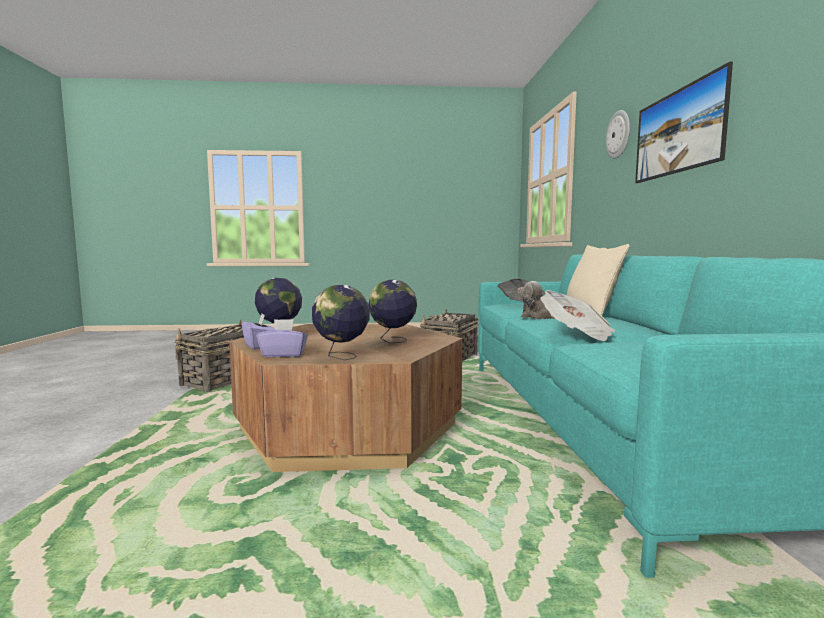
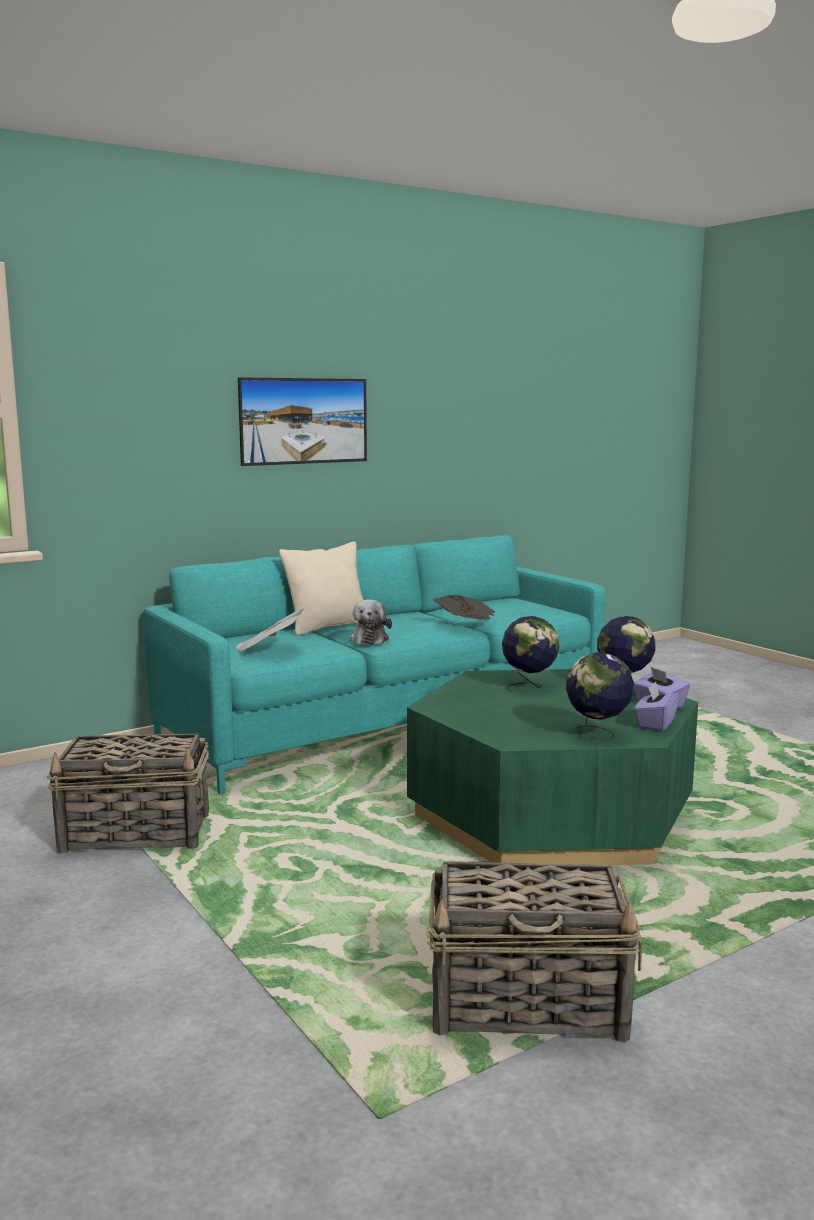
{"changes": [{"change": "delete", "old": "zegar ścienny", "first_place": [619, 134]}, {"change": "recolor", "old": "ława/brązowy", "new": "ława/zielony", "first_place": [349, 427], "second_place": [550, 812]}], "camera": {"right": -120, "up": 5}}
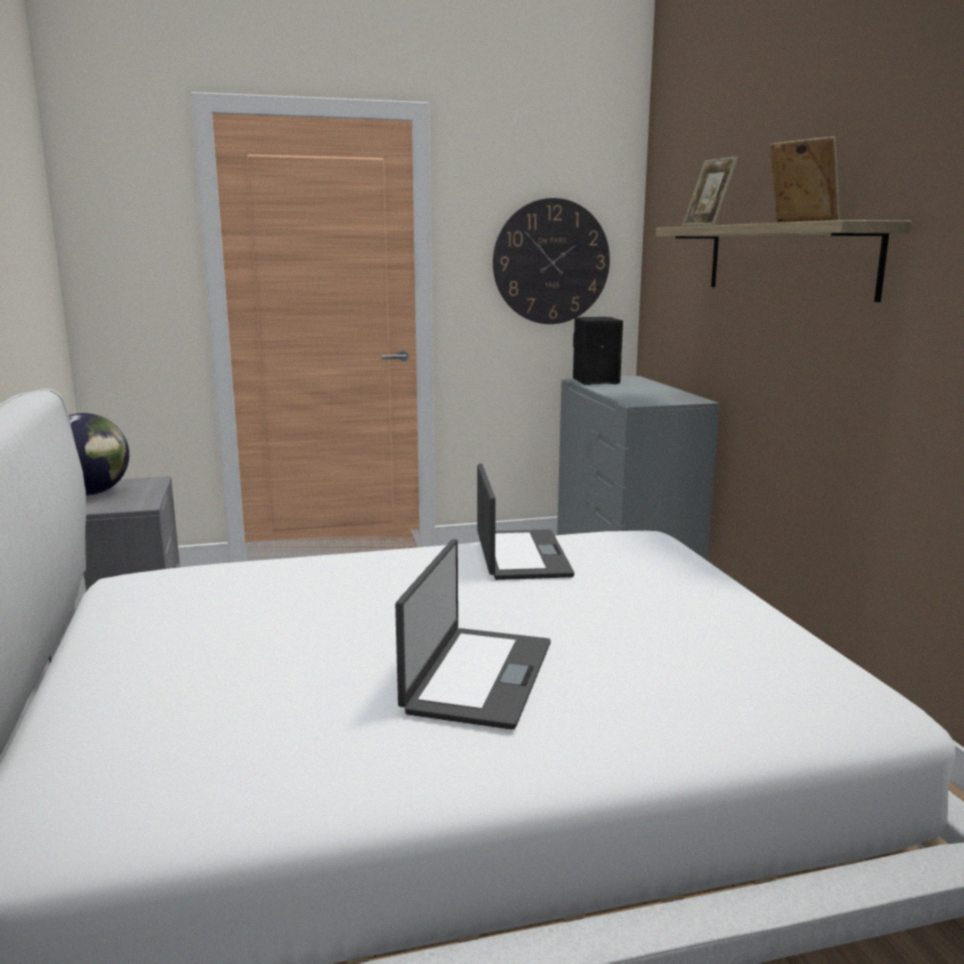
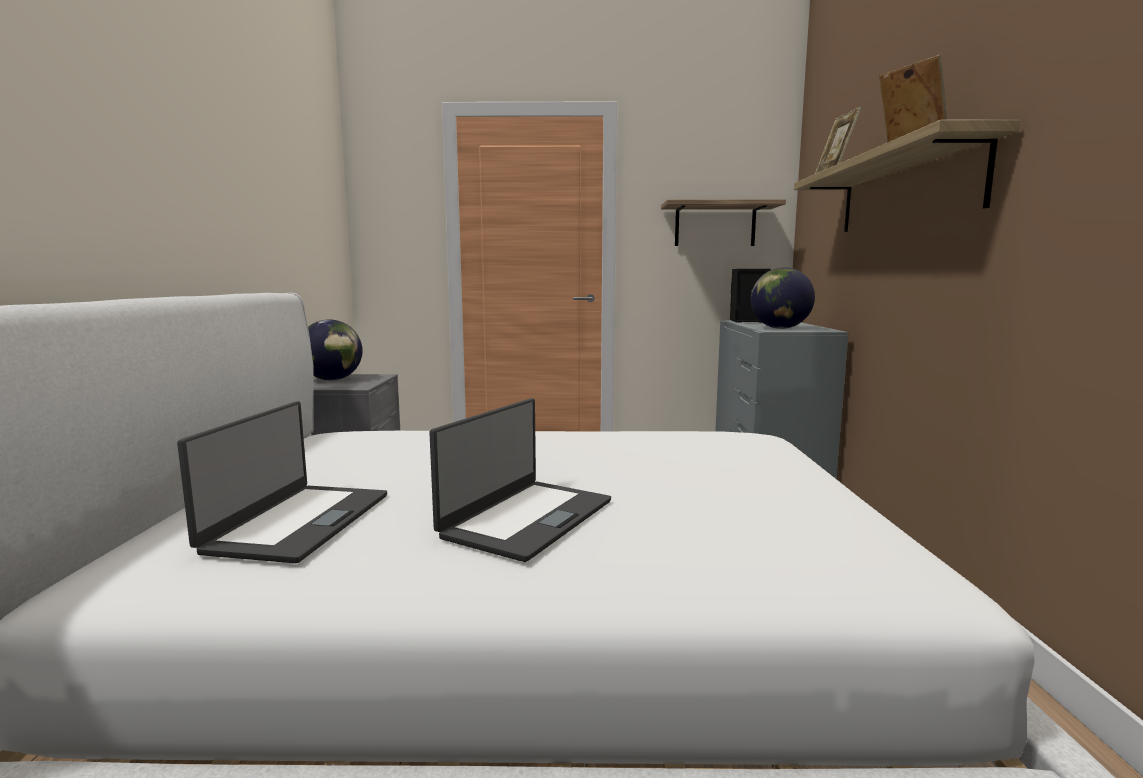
{"changes": [{"change": "insert", "new": "globus", "second_place": [779, 328]}, {"change": "move", "old": "laptop", "first_place": [520, 555], "second_place": [298, 522]}, {"change": "replace", "old": "zegar ścienny", "new": "półka", "first_place": [551, 262], "second_place": [715, 225]}], "camera": {"right": 15, "up": -5}}
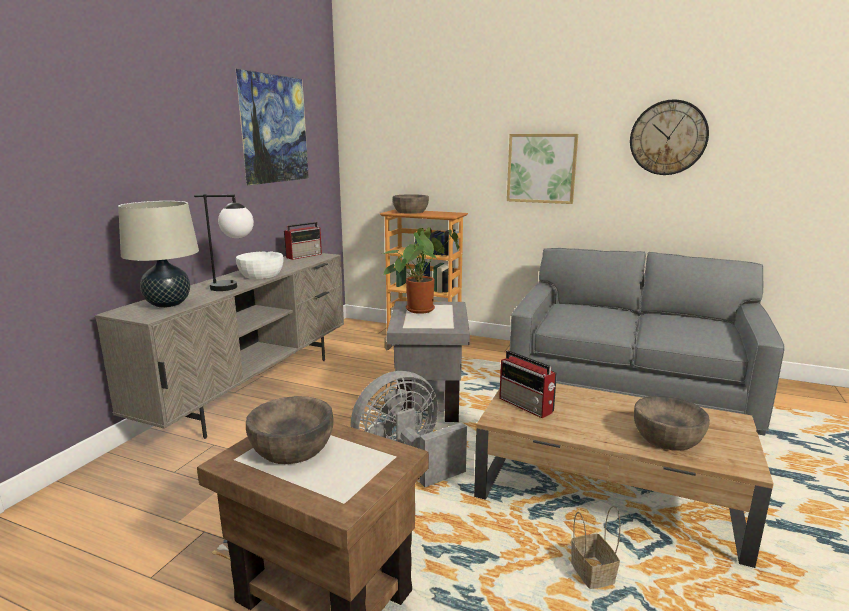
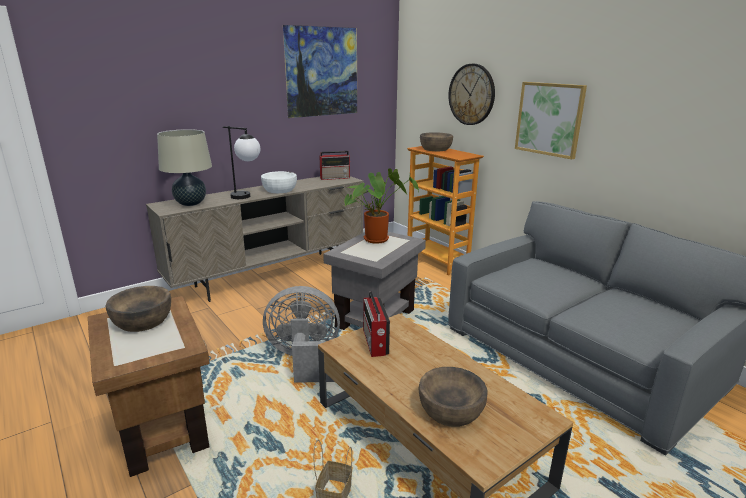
{"changes": [{"change": "move", "old": "zegar ścienny", "first_place": [668, 138], "second_place": [471, 94]}], "camera": {"right": 30, "up": 5}}
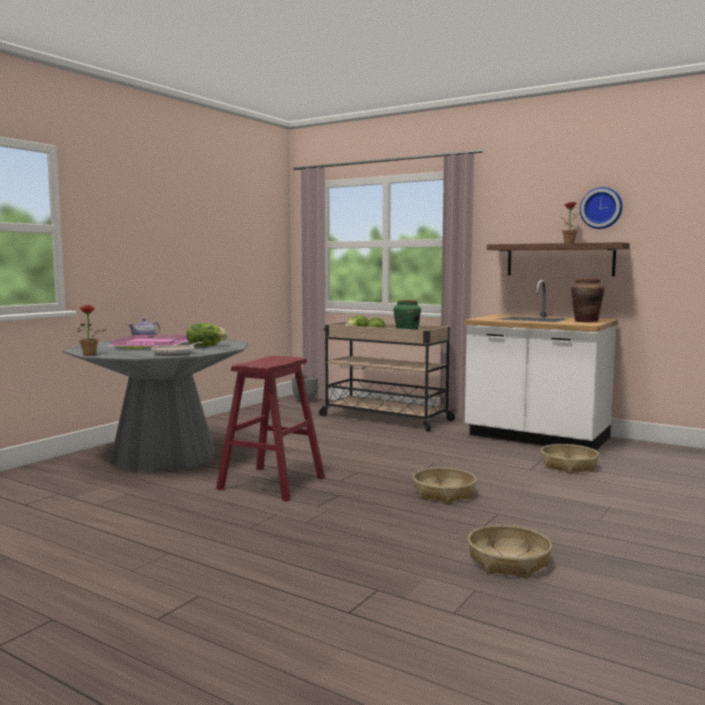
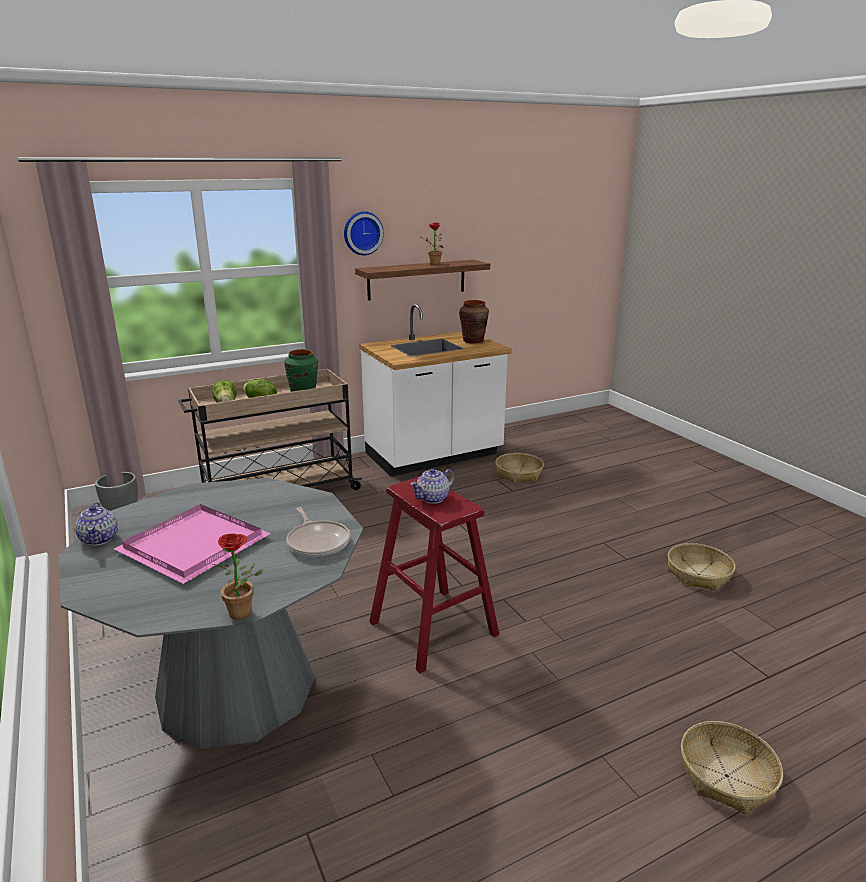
{"changes": [{"change": "delete", "old": "sałata", "first_place": [205, 346]}, {"change": "insert", "new": "imbryk", "second_place": [433, 498]}, {"change": "move", "old": "koszyk", "first_place": [443, 493], "second_place": [727, 776]}, {"change": "move", "old": "zegar ścienny", "first_place": [601, 208], "second_place": [362, 233]}], "camera": {"right": -60, "up": 15}}
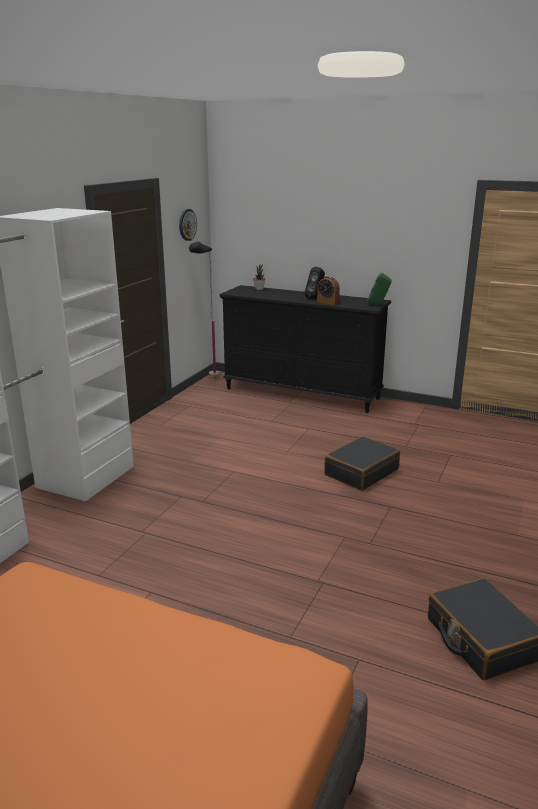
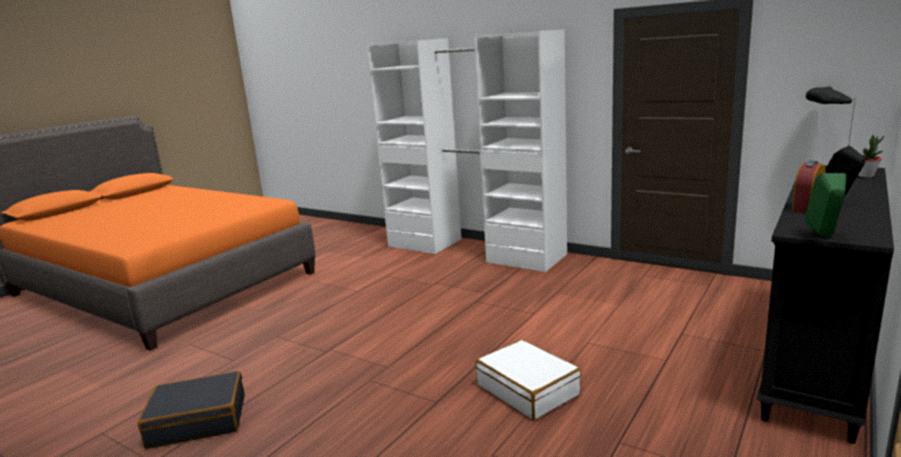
{"changes": [{"change": "delete", "old": "zegar ścienny", "first_place": [187, 224]}, {"change": "recolor", "old": "walizka/czarny", "new": "walizka/biały", "first_place": [361, 472], "second_place": [528, 390]}], "camera": {"right": 100, "up": -5}}
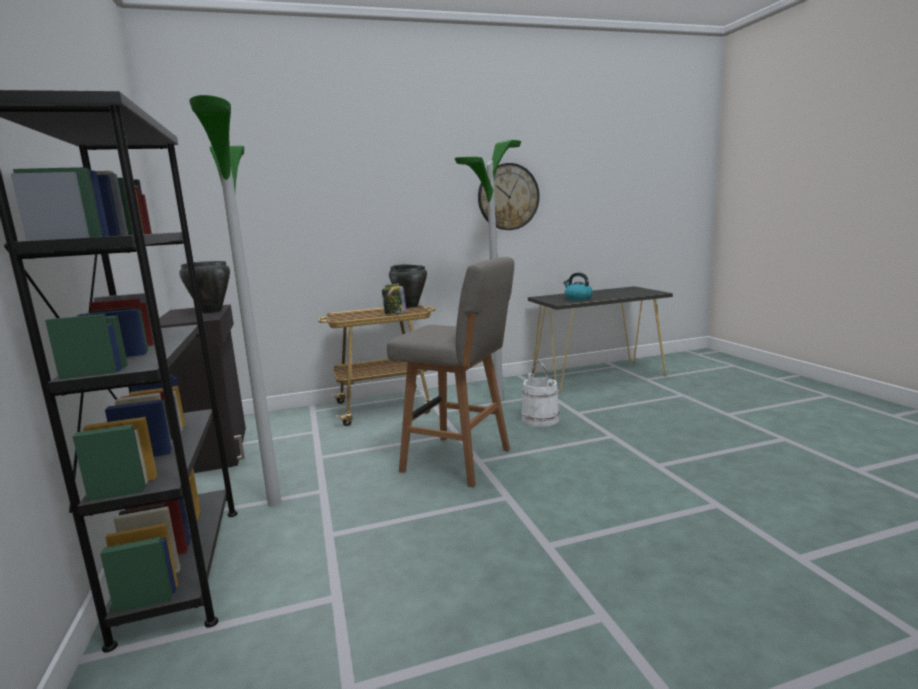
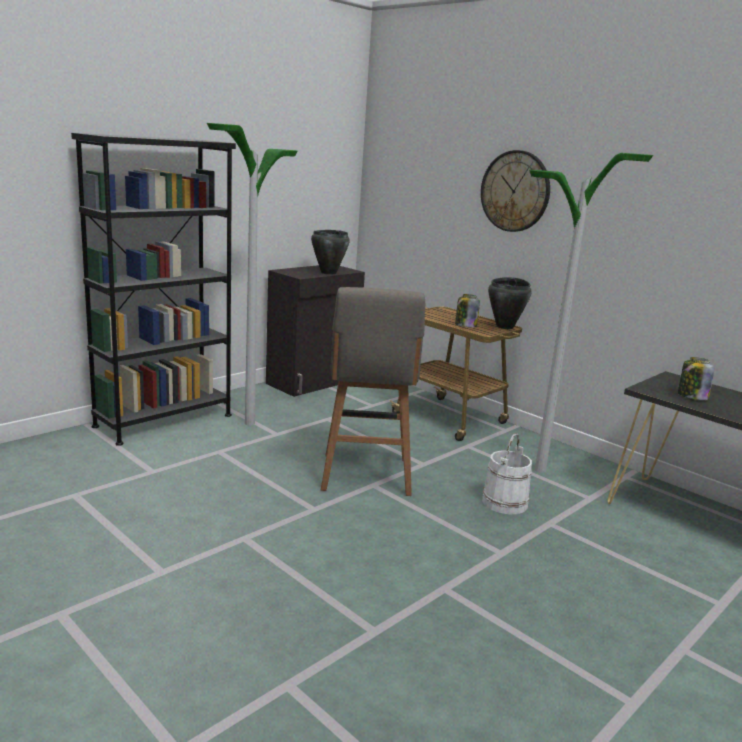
{"changes": [{"change": "move", "old": "zegar ścienny", "first_place": [508, 197], "second_place": [515, 191]}, {"change": "replace", "old": "czajnik", "new": "słoik", "first_place": [577, 298], "second_place": [691, 396]}], "camera": {"right": 60, "up": 5}}
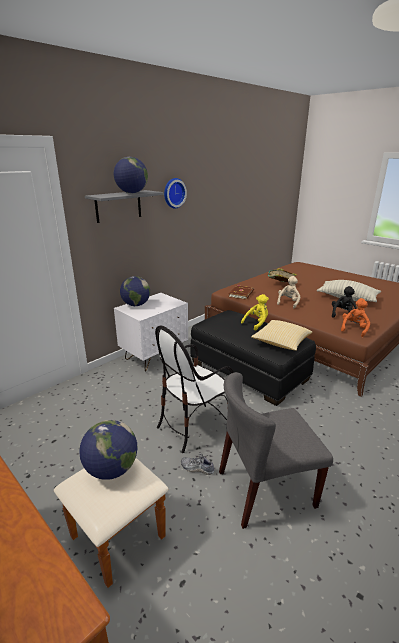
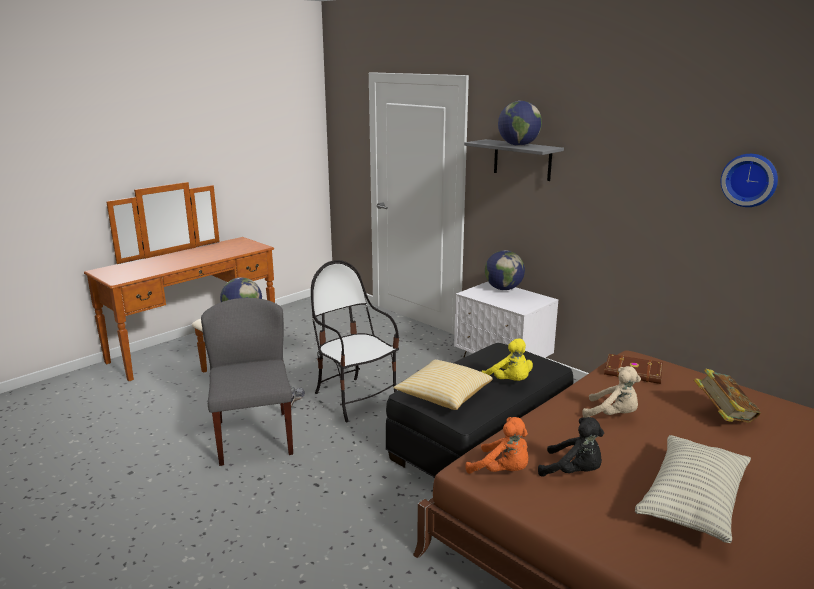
{"changes": [{"change": "move", "old": "zegar ścienny", "first_place": [173, 193], "second_place": [750, 180]}], "camera": {"right": 90, "up": -5}}
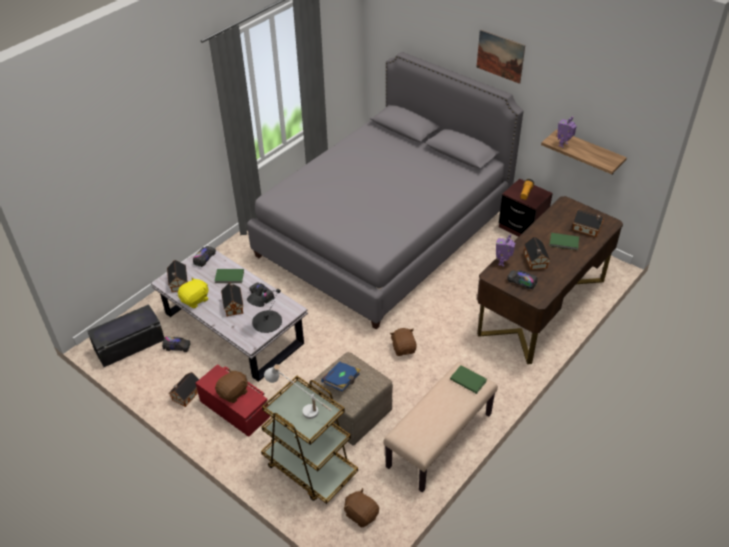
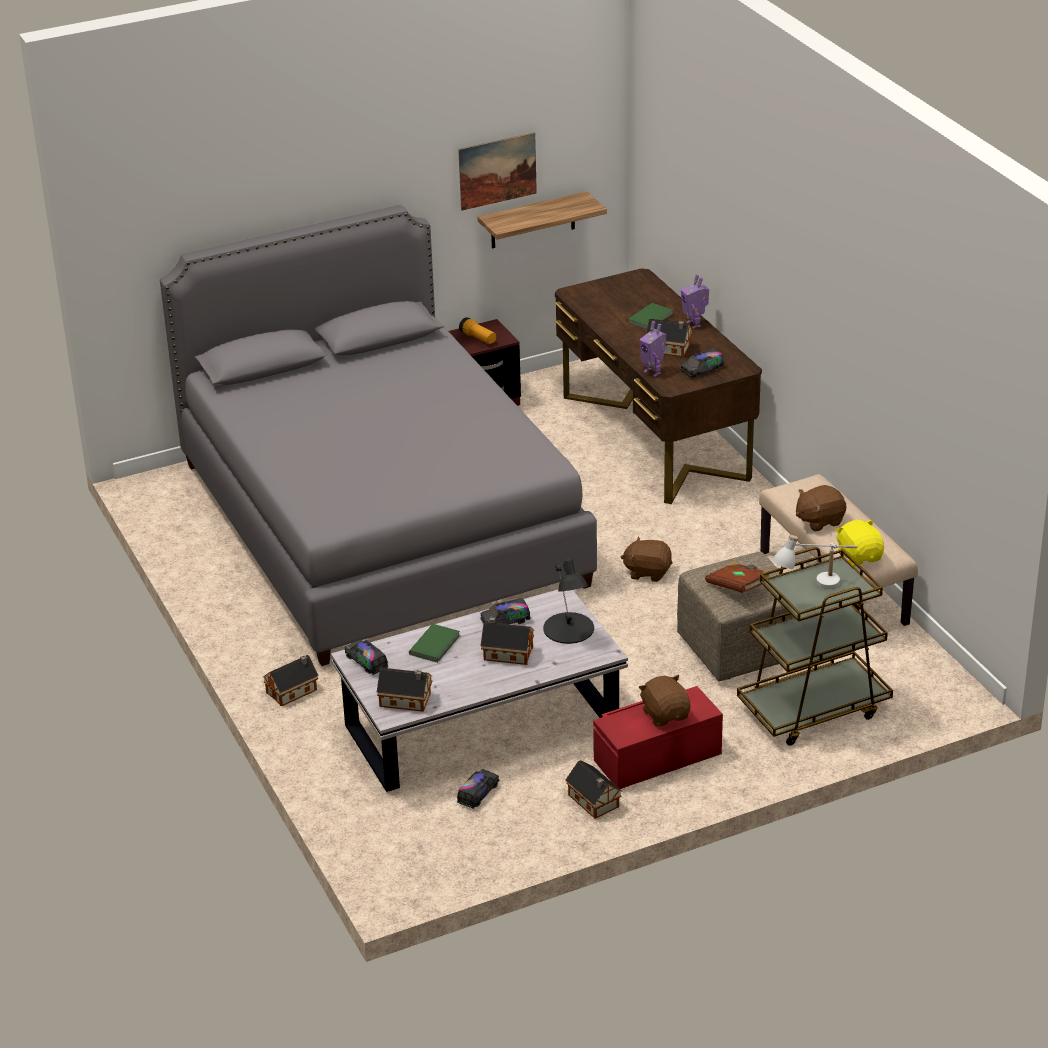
{"changes": [{"change": "delete", "old": "pojemnik do przechowywania/czarny", "first_place": [130, 345]}, {"change": "delete", "old": "książka/zielony", "first_place": [468, 379]}, {"change": "move", "old": "pluszak/żółty", "first_place": [195, 300], "second_place": [859, 557]}, {"change": "move", "old": "pluszak/brązowy", "first_place": [361, 514], "second_place": [819, 520]}, {"change": "move", "old": "obraz", "first_place": [500, 56], "second_place": [497, 171]}, {"change": "move", "old": "robot zabawkowy", "first_place": [563, 145], "second_place": [694, 324]}, {"change": "move", "old": "domek", "first_place": [587, 229], "second_place": [293, 690]}, {"change": "recolor", "old": "książka/niebieski", "new": "książka/brązowy", "first_place": [342, 381], "second_place": [738, 587]}], "camera": {"right": -65, "up": -10}}
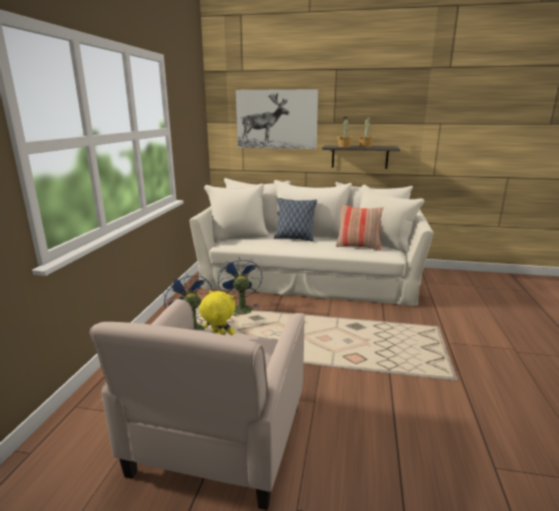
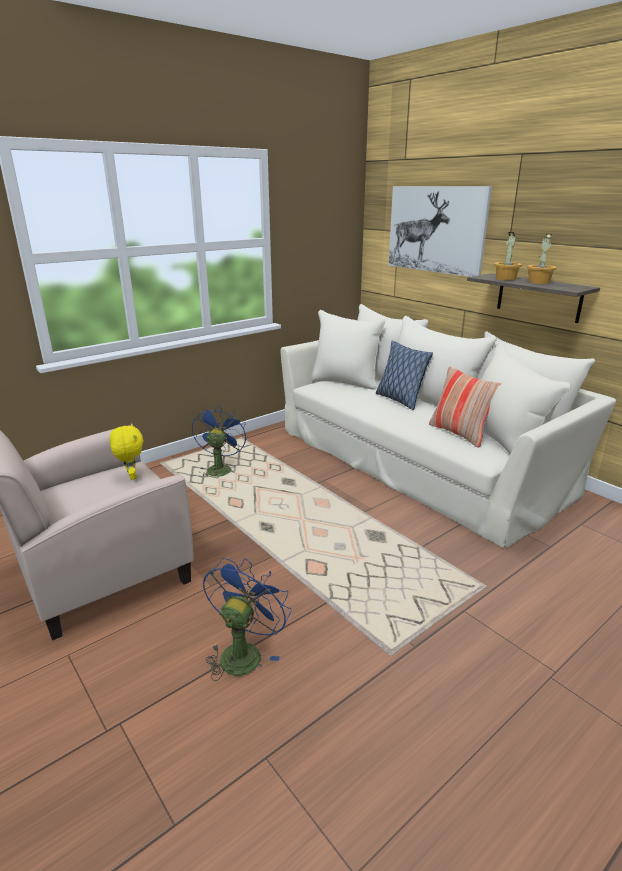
{"changes": [{"change": "move", "old": "wentylator/niebieski", "first_place": [240, 308], "second_place": [243, 651]}], "camera": {"right": 40, "up": 5}}
